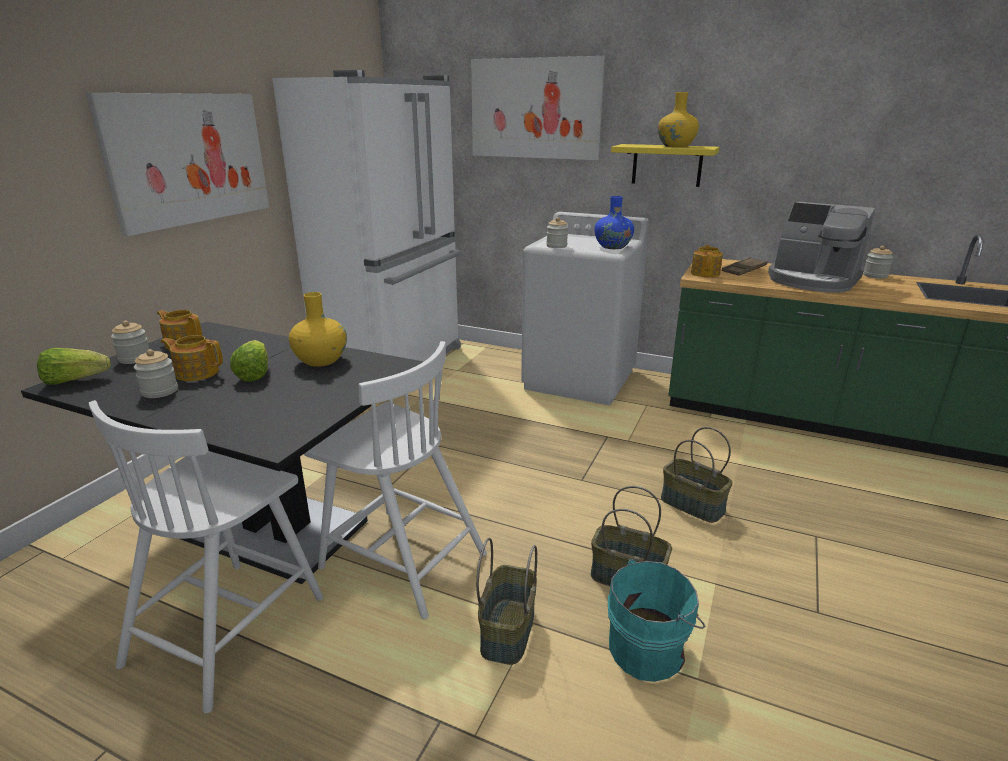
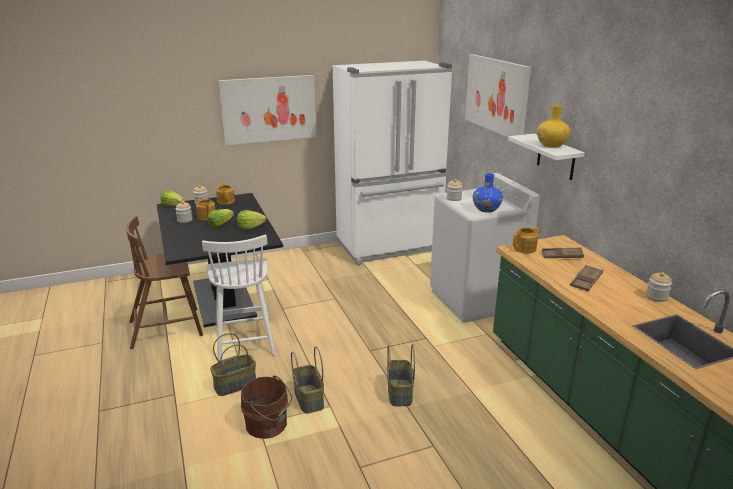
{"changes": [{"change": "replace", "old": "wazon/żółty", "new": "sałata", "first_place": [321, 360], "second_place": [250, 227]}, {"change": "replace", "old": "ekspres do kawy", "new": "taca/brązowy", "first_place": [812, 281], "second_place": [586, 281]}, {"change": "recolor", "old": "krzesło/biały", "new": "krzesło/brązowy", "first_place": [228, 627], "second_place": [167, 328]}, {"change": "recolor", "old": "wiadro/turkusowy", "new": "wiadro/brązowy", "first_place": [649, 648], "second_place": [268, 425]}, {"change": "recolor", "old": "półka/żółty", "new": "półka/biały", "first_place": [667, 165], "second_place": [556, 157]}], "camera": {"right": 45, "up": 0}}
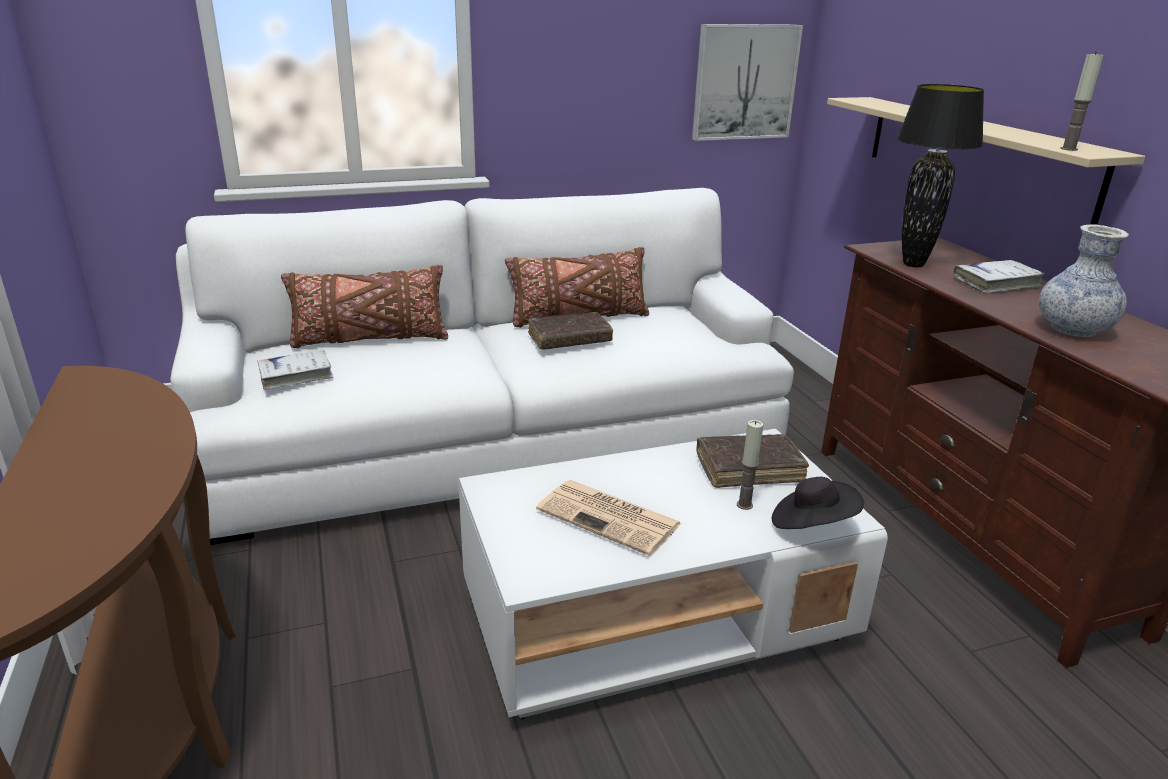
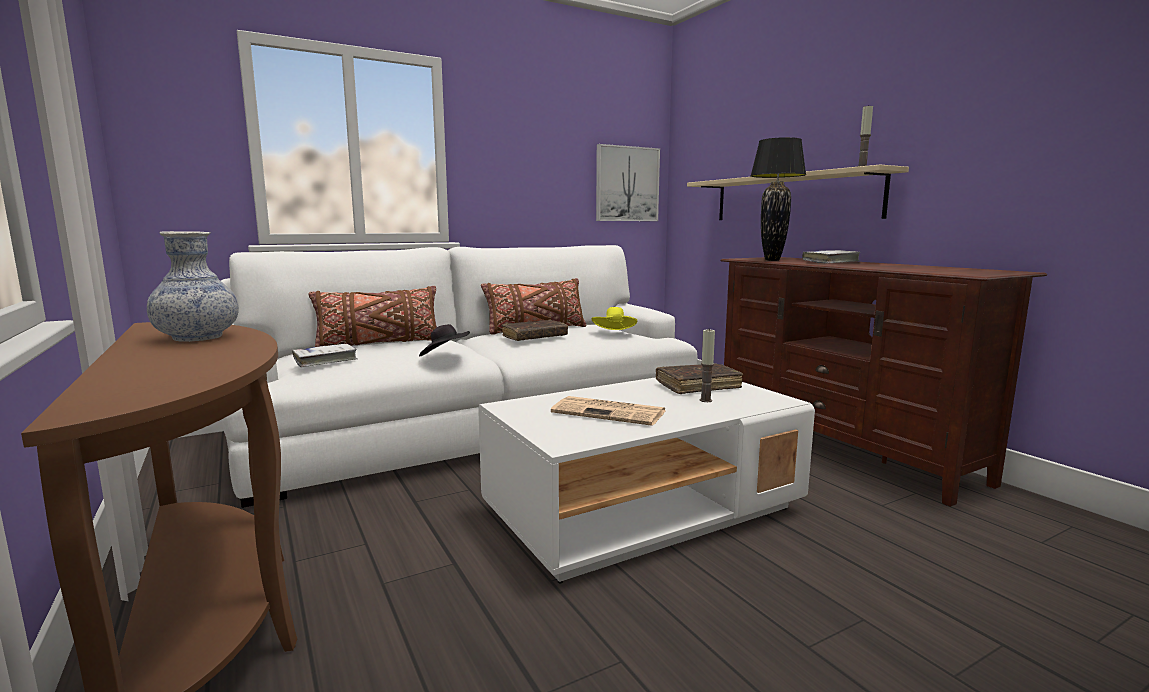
{"changes": [{"change": "insert", "new": "kapelusz/żółty", "second_place": [614, 333]}, {"change": "move", "old": "kapelusz/czarny", "first_place": [811, 525], "second_place": [445, 356]}, {"change": "move", "old": "wazon", "first_place": [1073, 329], "second_place": [198, 337]}], "camera": {"right": -10, "up": -15}}
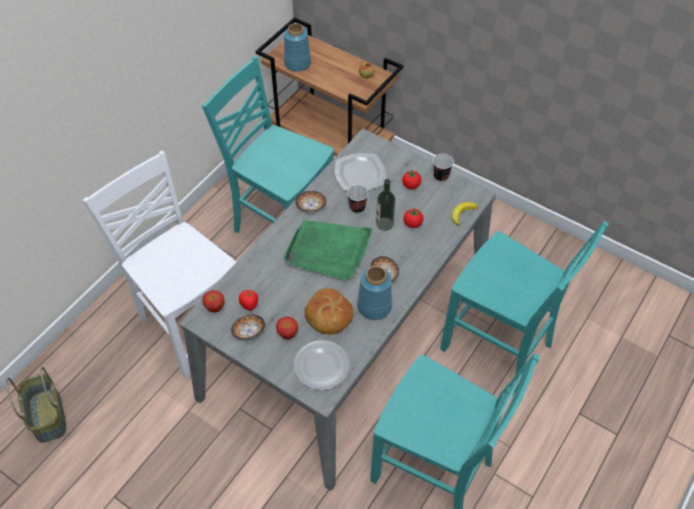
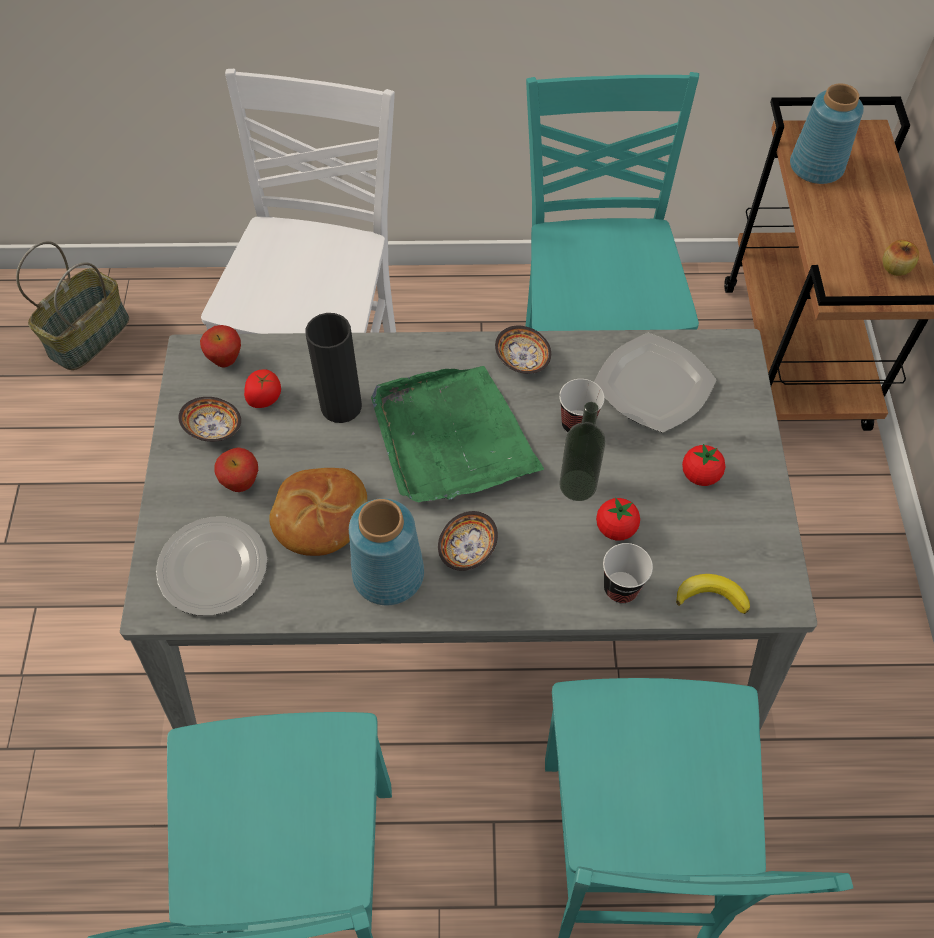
{"changes": [{"change": "insert", "new": "wazon/czarny", "second_place": [341, 406]}, {"change": "move", "old": "filiżanka", "first_place": [441, 176], "second_place": [621, 588]}], "camera": {"right": 55, "up": 5}}
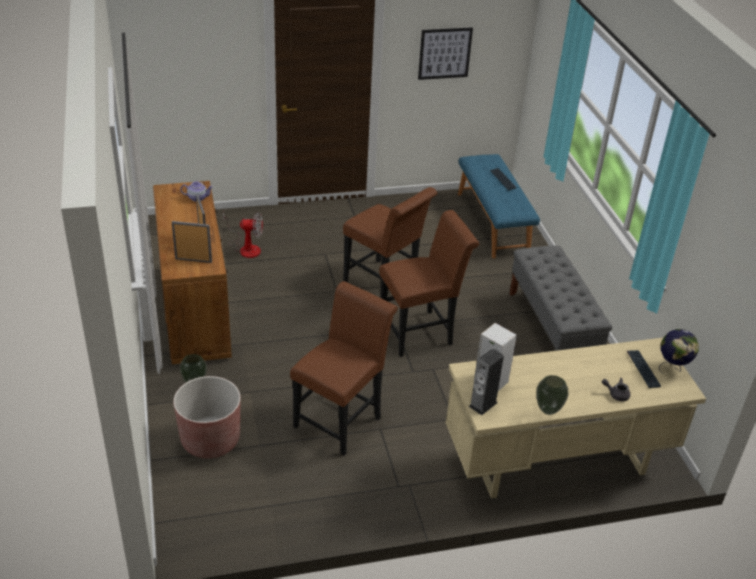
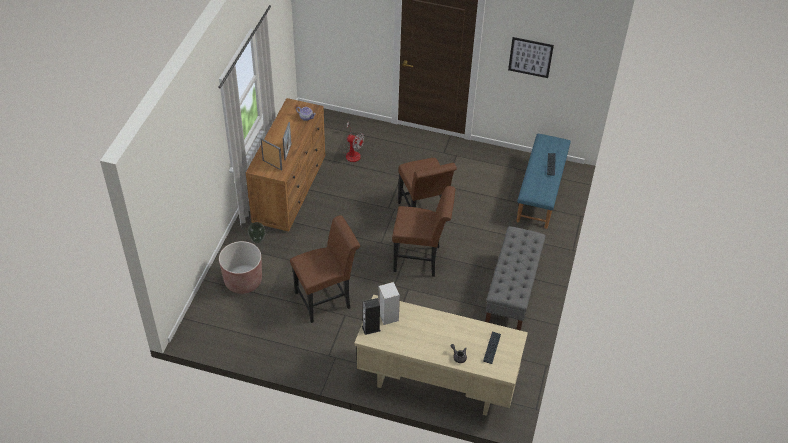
{"changes": [{"change": "delete", "old": "wazon", "first_place": [548, 410]}, {"change": "delete", "old": "globus", "first_place": [672, 368]}], "camera": {"right": 30, "up": 10}}
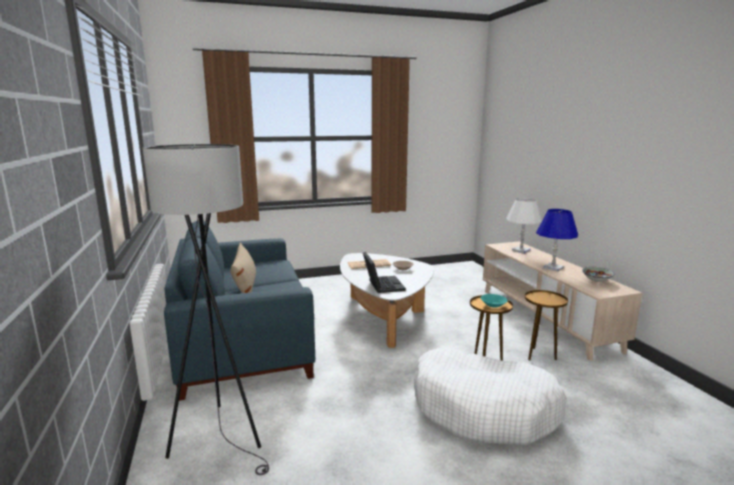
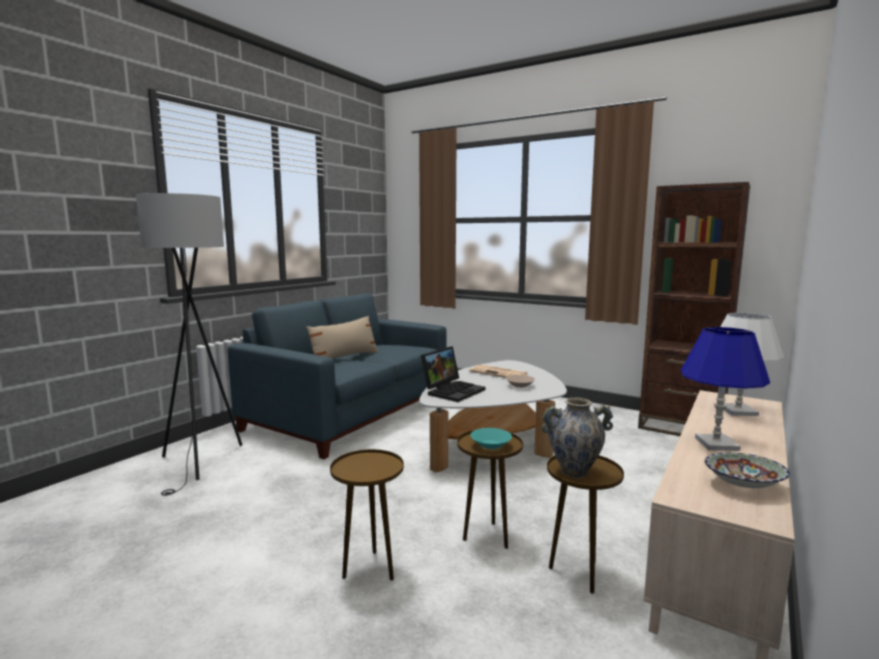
{"changes": [{"change": "insert", "new": "wazon", "second_place": [574, 472]}, {"change": "insert", "new": "regał/brązowy", "second_place": [681, 427]}, {"change": "replace", "old": "legowisko/biały", "new": "stolik/brązowy", "first_place": [484, 409], "second_place": [370, 569]}], "camera": {"right": 50, "up": -5}}
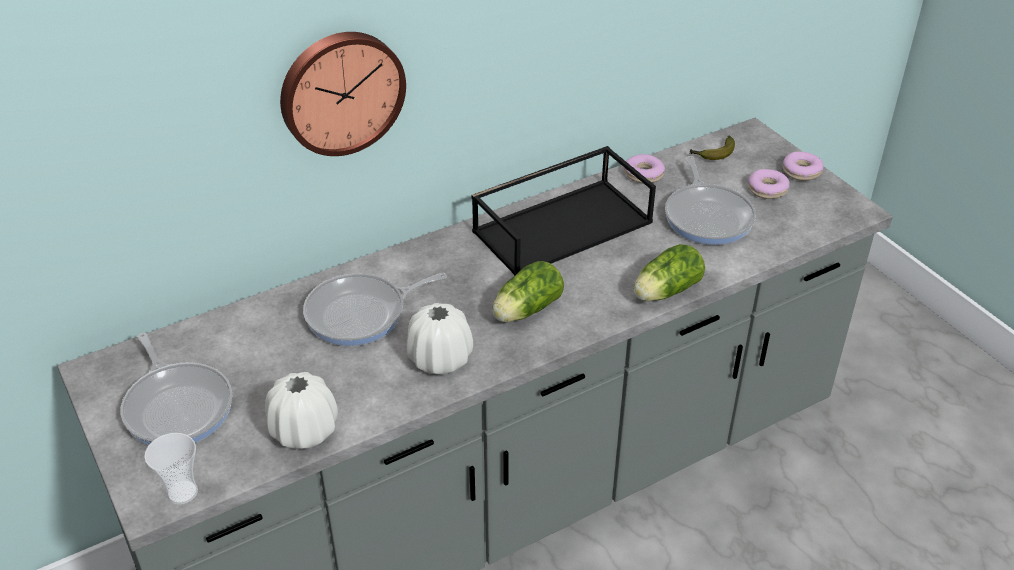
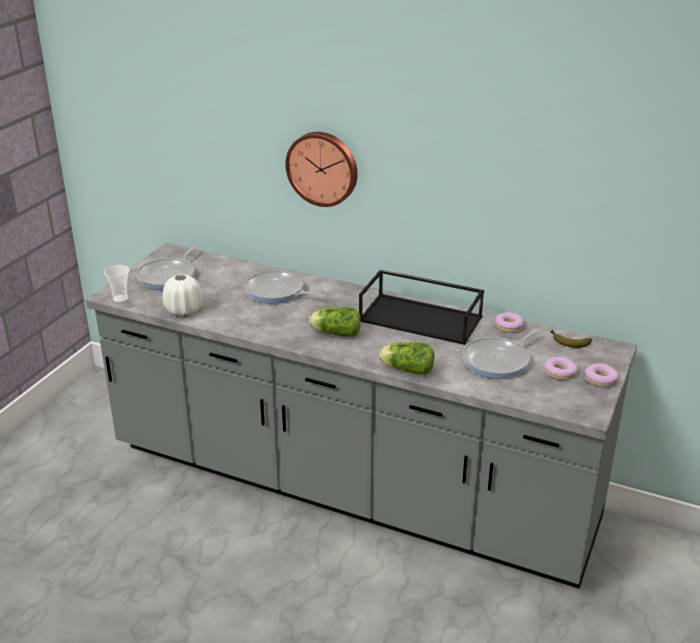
{"changes": [{"change": "delete", "old": "wazon/biały", "first_place": [440, 359]}], "camera": {"right": 55, "up": -10}}
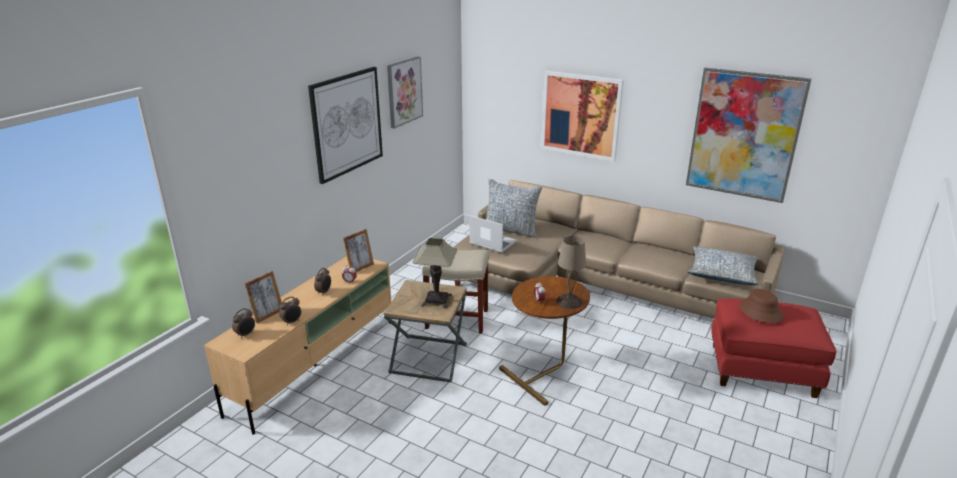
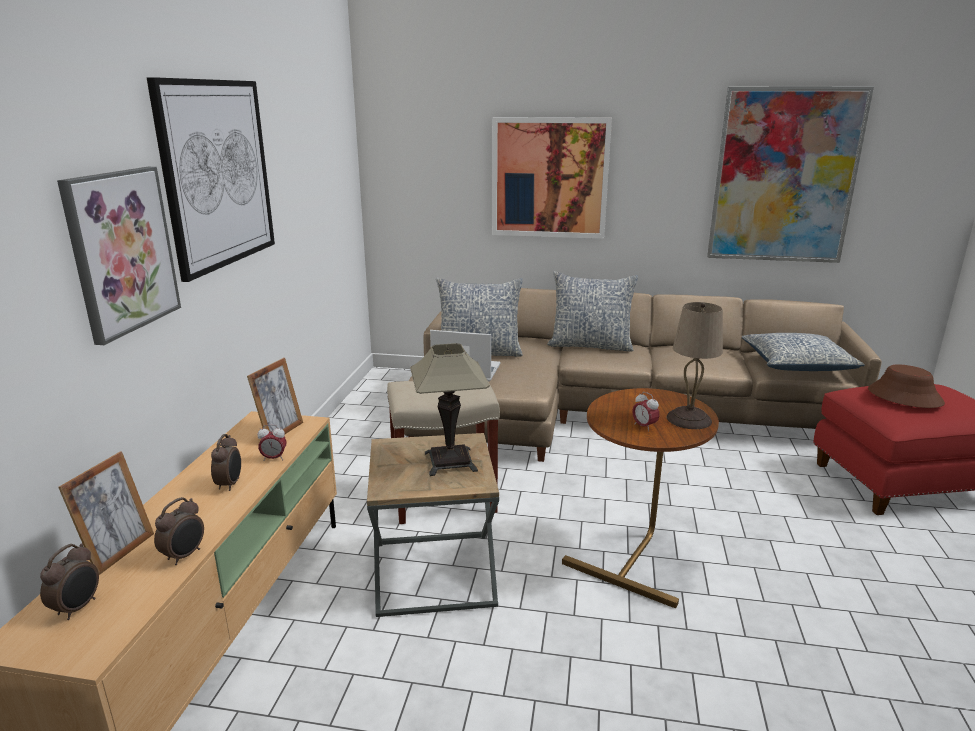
{"changes": [{"change": "insert", "new": "poduszka", "second_place": [590, 345]}, {"change": "move", "old": "obraz", "first_place": [404, 91], "second_place": [122, 251]}], "camera": {"right": -20, "up": -5}}
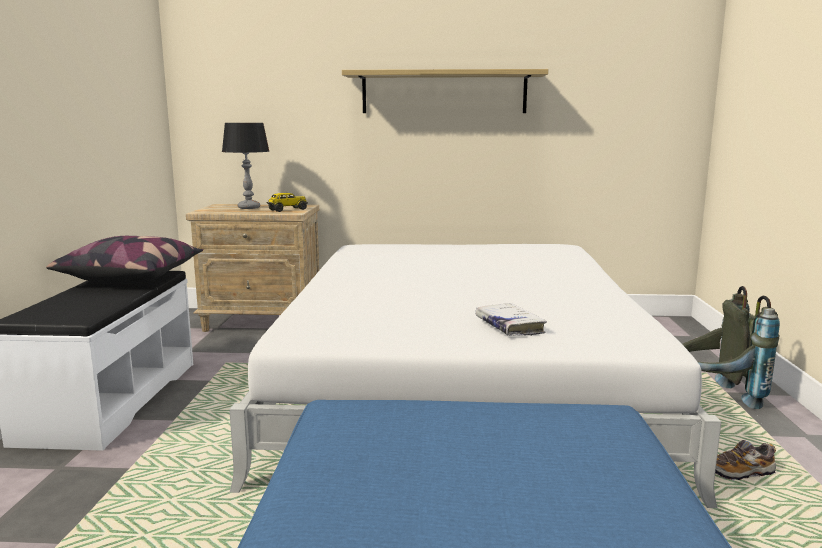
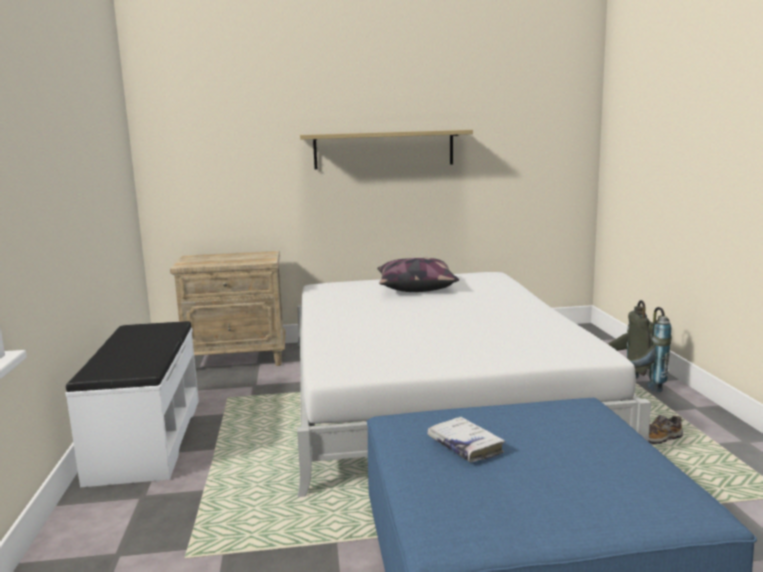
{"changes": [{"change": "delete", "old": "lampa stołowa", "first_place": [249, 207]}, {"change": "delete", "old": "ciężarówka zabawkowa", "first_place": [287, 210]}, {"change": "move", "old": "poduszka", "first_place": [132, 278], "second_place": [415, 288]}, {"change": "move", "old": "książka/biały", "first_place": [509, 326], "second_place": [465, 446]}], "camera": {"right": -10, "up": 0}}
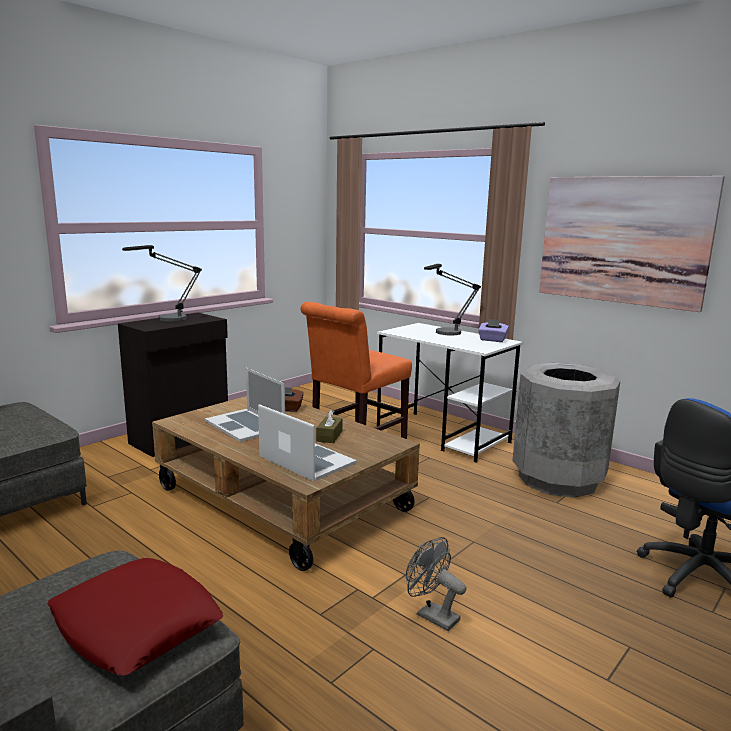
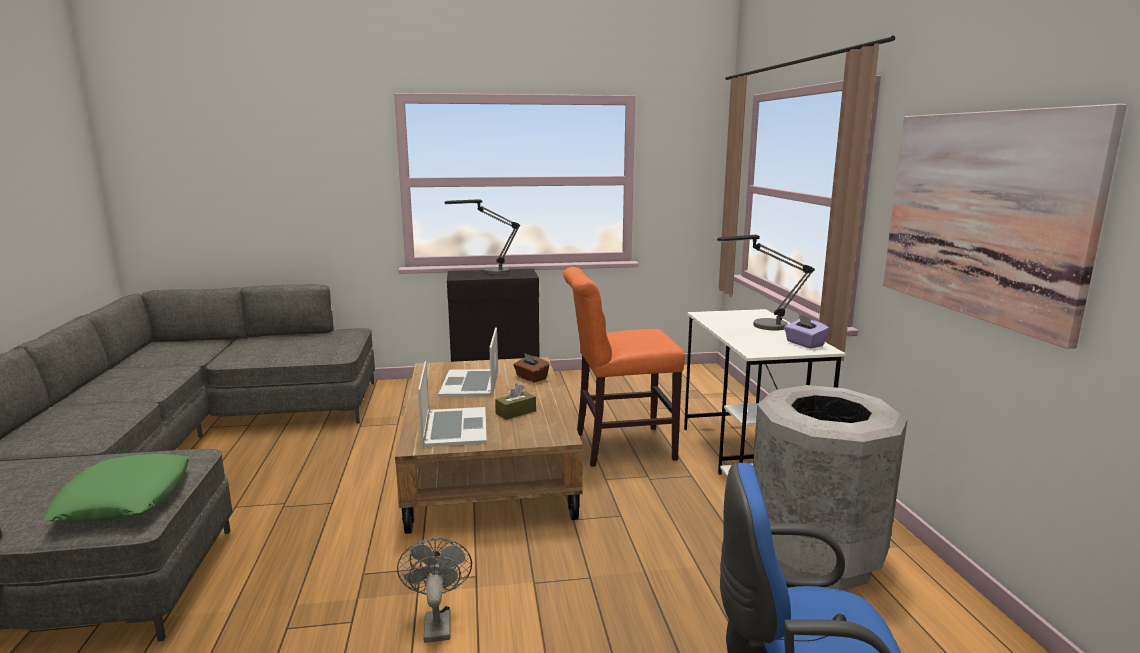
{"changes": [{"change": "recolor", "old": "poduszka/czerwony", "new": "poduszka/zielony", "first_place": [135, 624], "second_place": [125, 498]}], "camera": {"right": 40, "up": 0}}
